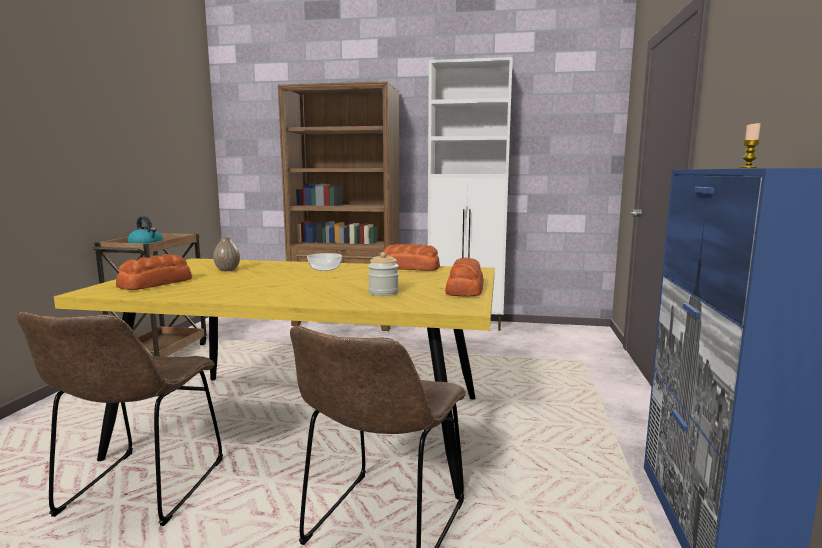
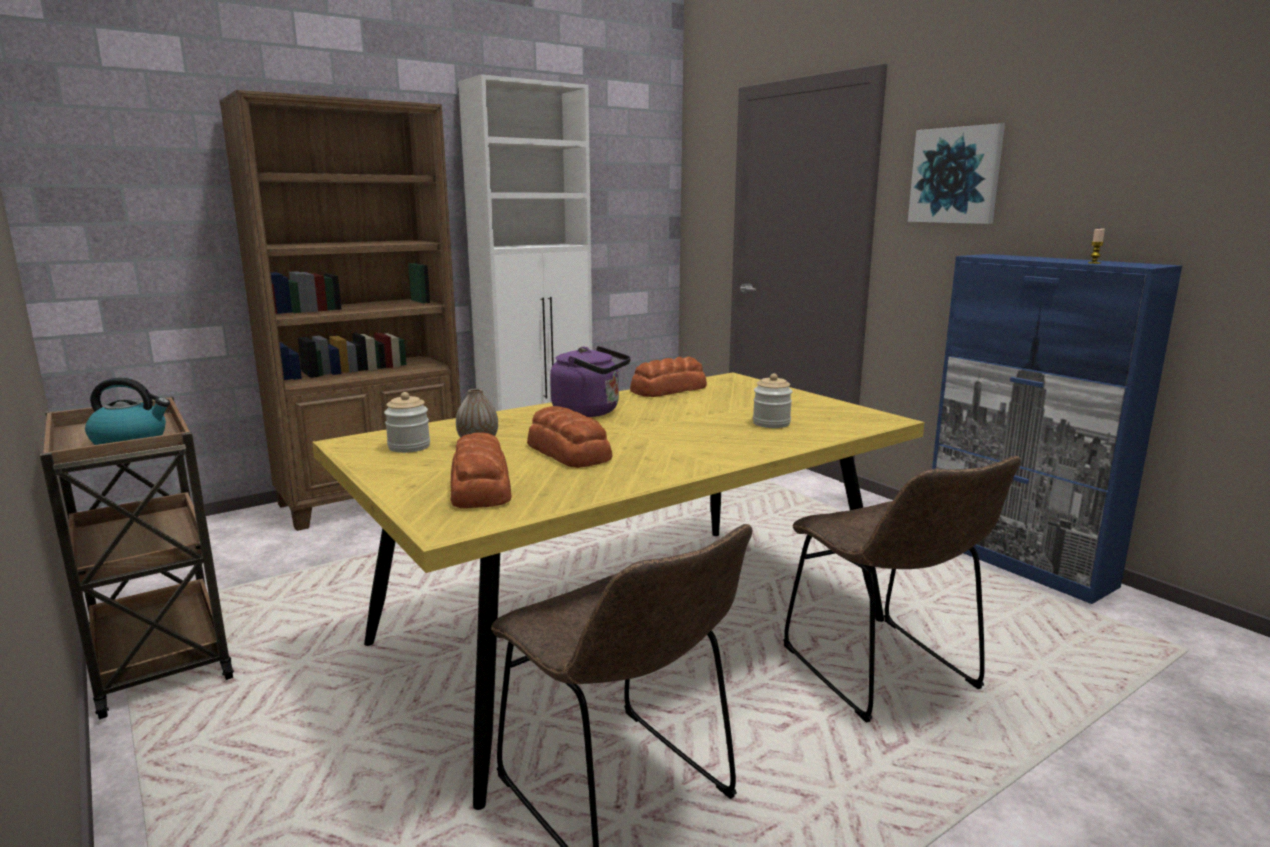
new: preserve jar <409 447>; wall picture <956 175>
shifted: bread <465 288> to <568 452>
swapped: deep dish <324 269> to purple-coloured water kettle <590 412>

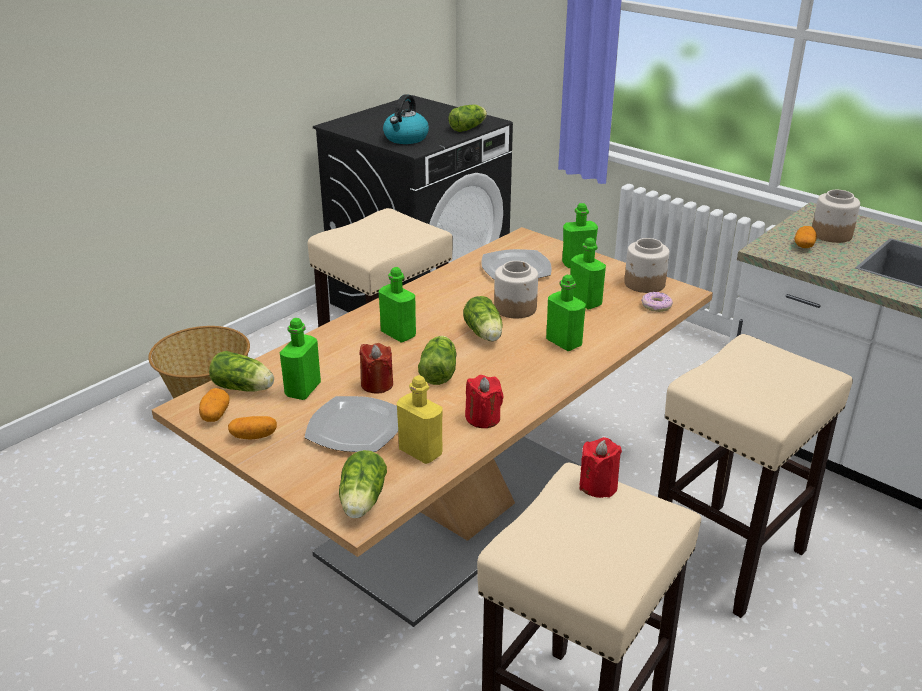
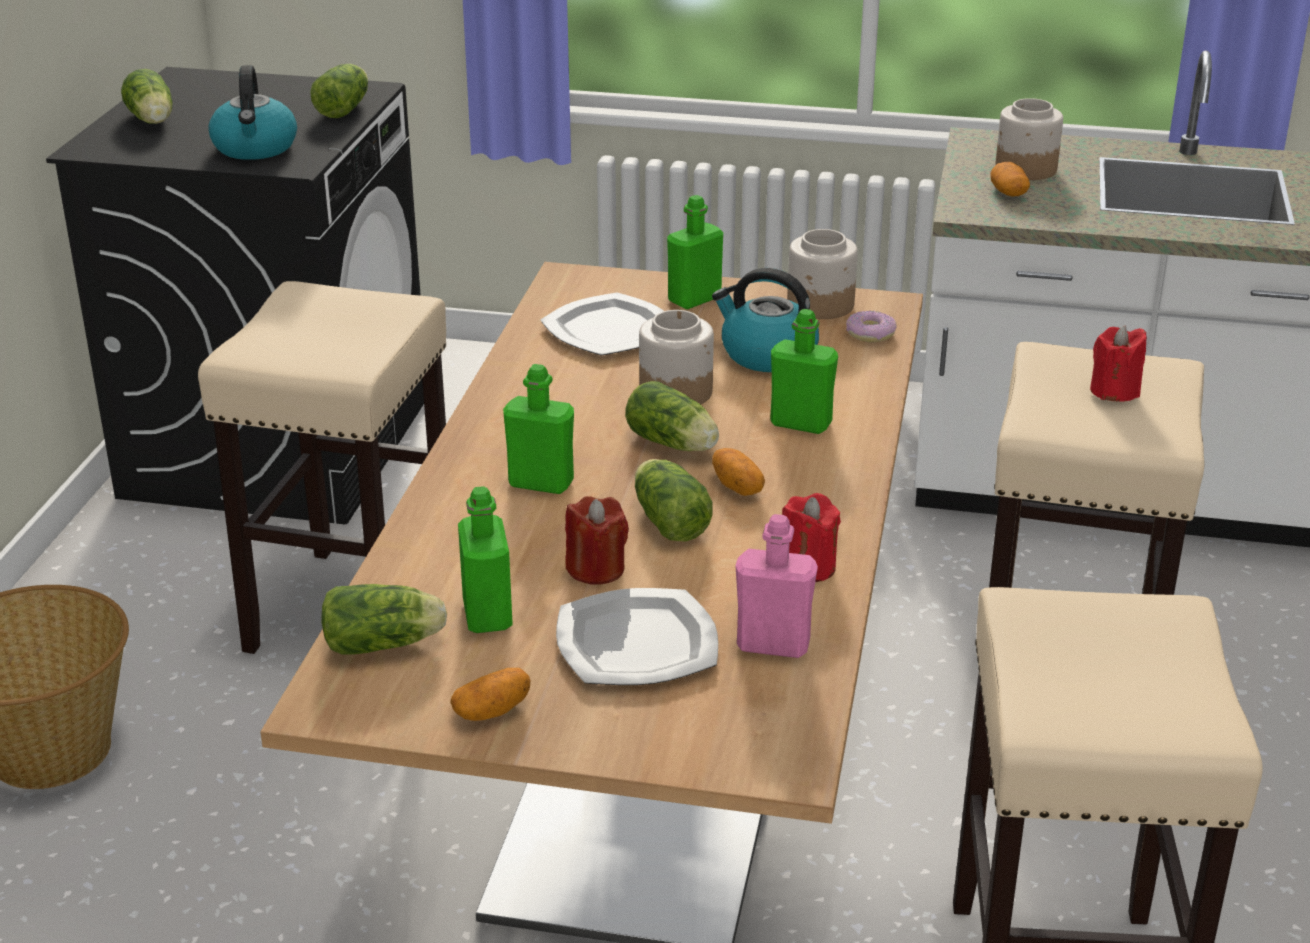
shifted: whole potato <215 414> to <738 487>; head of lettuce <361 502> to <152 121>; red wax light <598 486> to <1114 391>
swapped: greenish drink bottle <585 302> to water kettle <766 354>
repainted: yellowish drink bottle <420 452> to pink-coloured drink bottle <773 644>

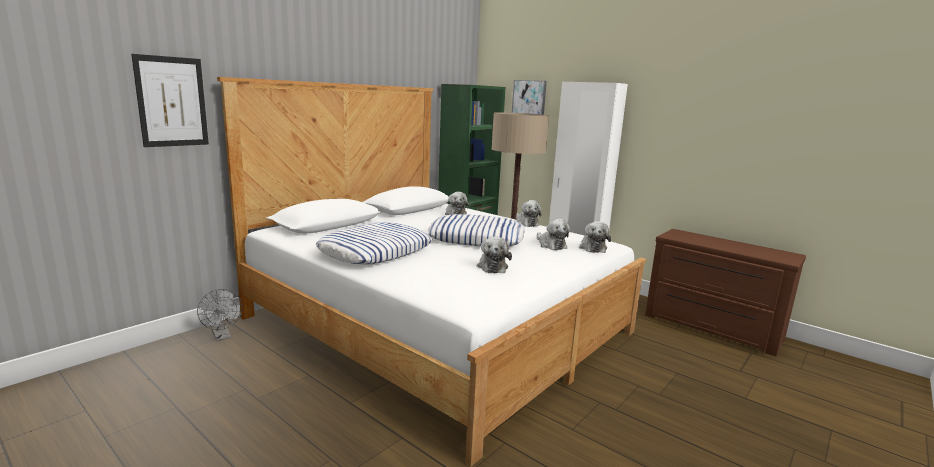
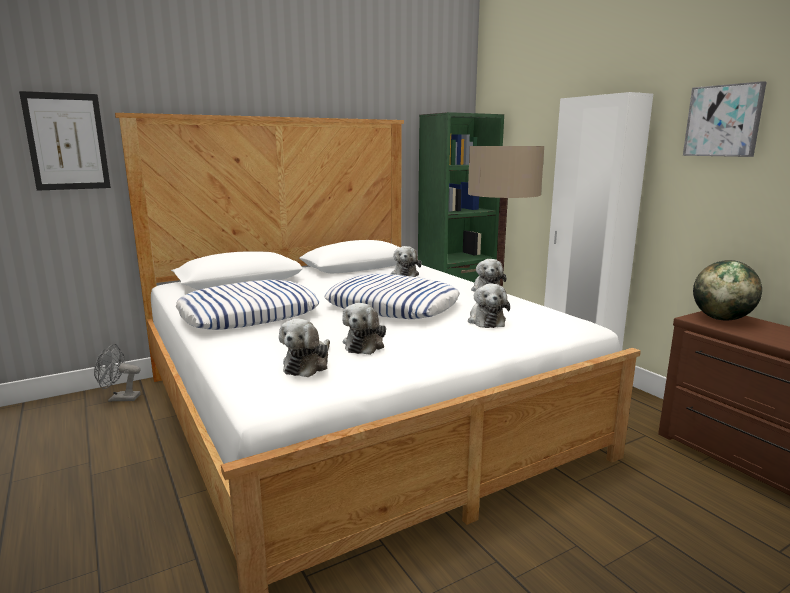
new: world globe <721 319>
shifted: wall picture <529 99> to <723 121>; plush toy <592 248> to <308 364>
rotated: grey electric fan <222 336> = <119 398> 105 degrees clockwise

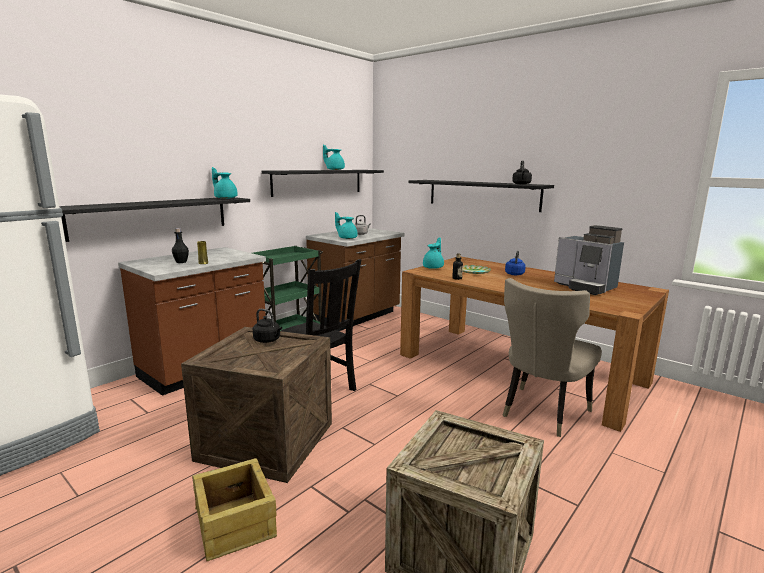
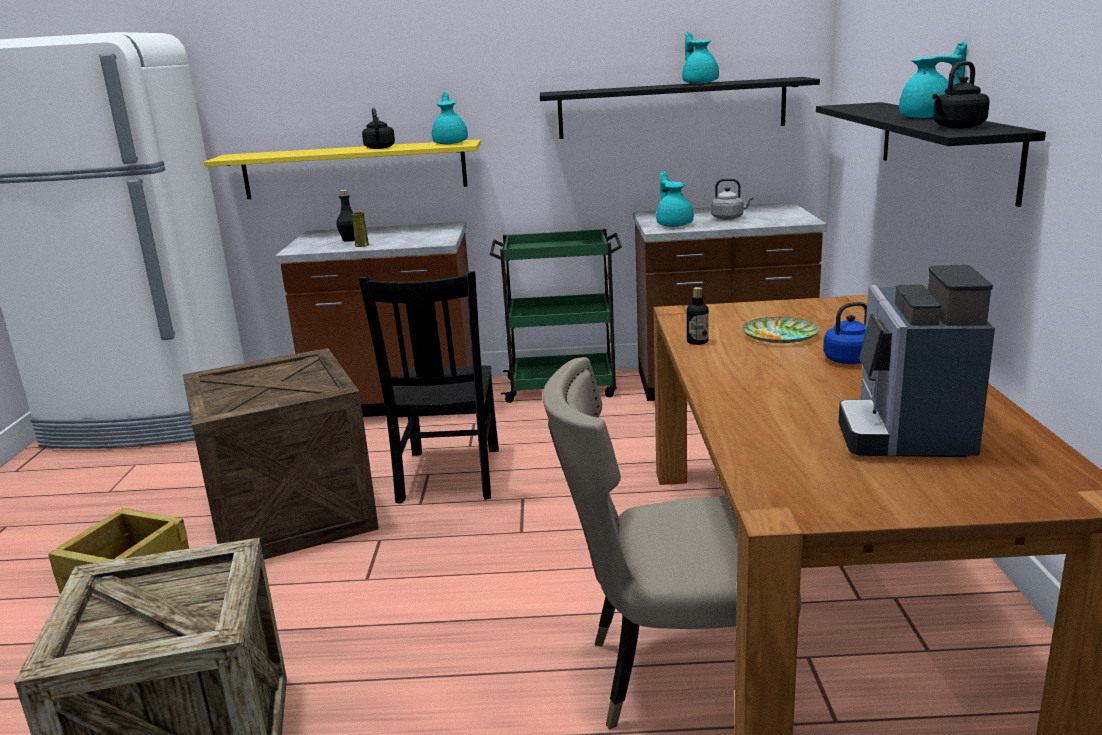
shifted: black-coloured water kettle <268 340> to <379 148>; turquoise-coloured teapot <434 267> to <929 117>
repainted: black-coloured shelf <152 217> to yellowish shelf <354 170>

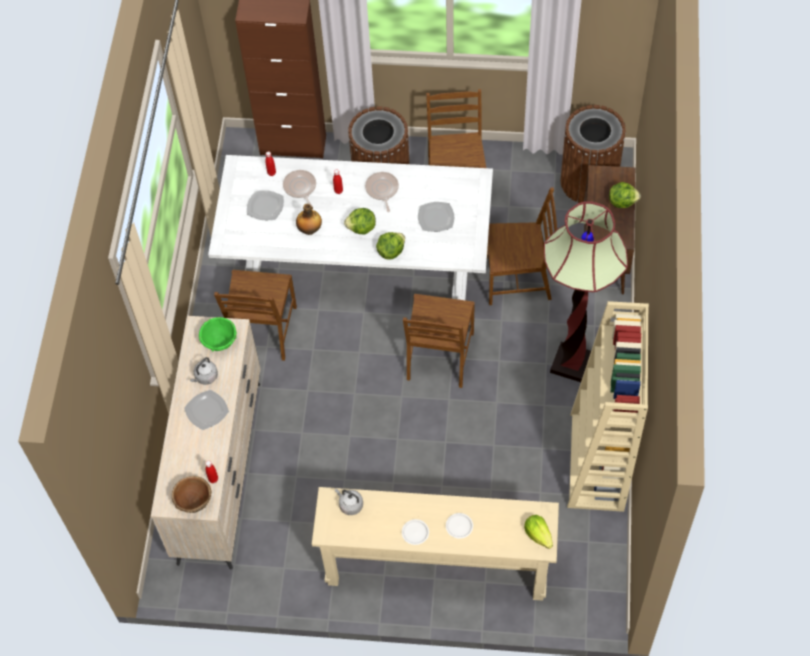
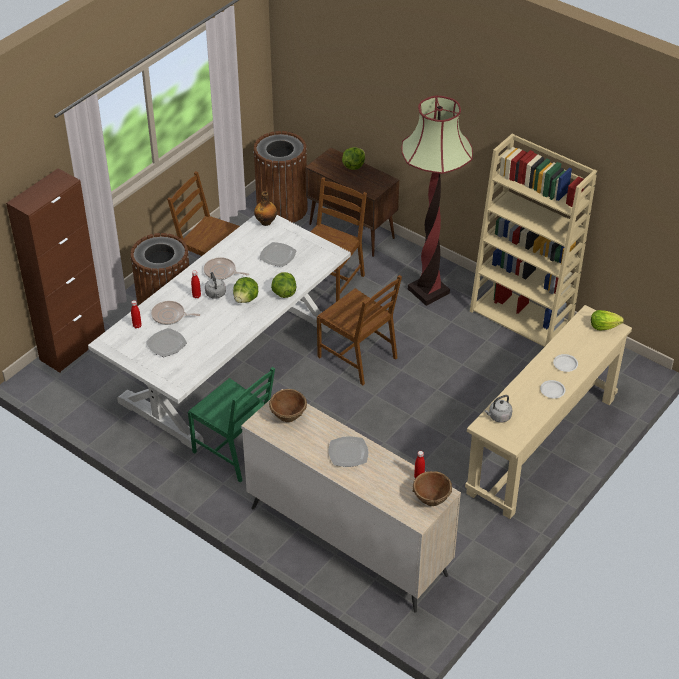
shifted: grey water kettle <205 377> to <216 294>; drink bottle <310 230> to <266 222>
repainted: greenish deep dish <220 343> to brownish deep dish <288 416>; brownish plain chair <263 331> to greenish plain chair <236 450>

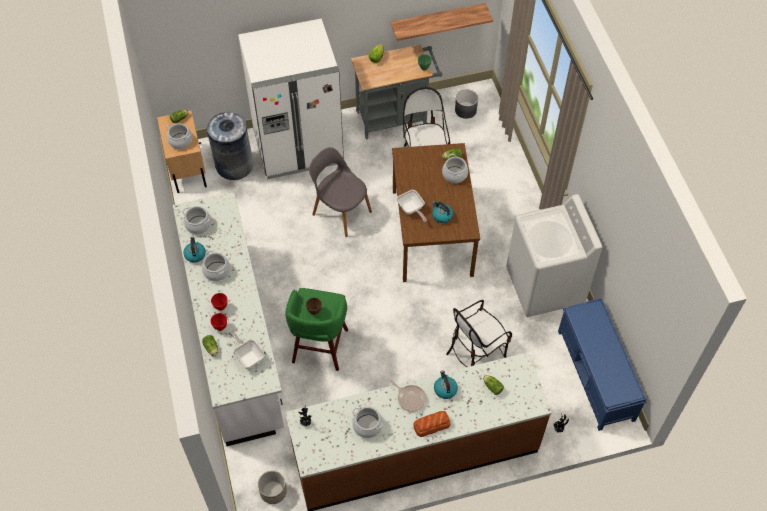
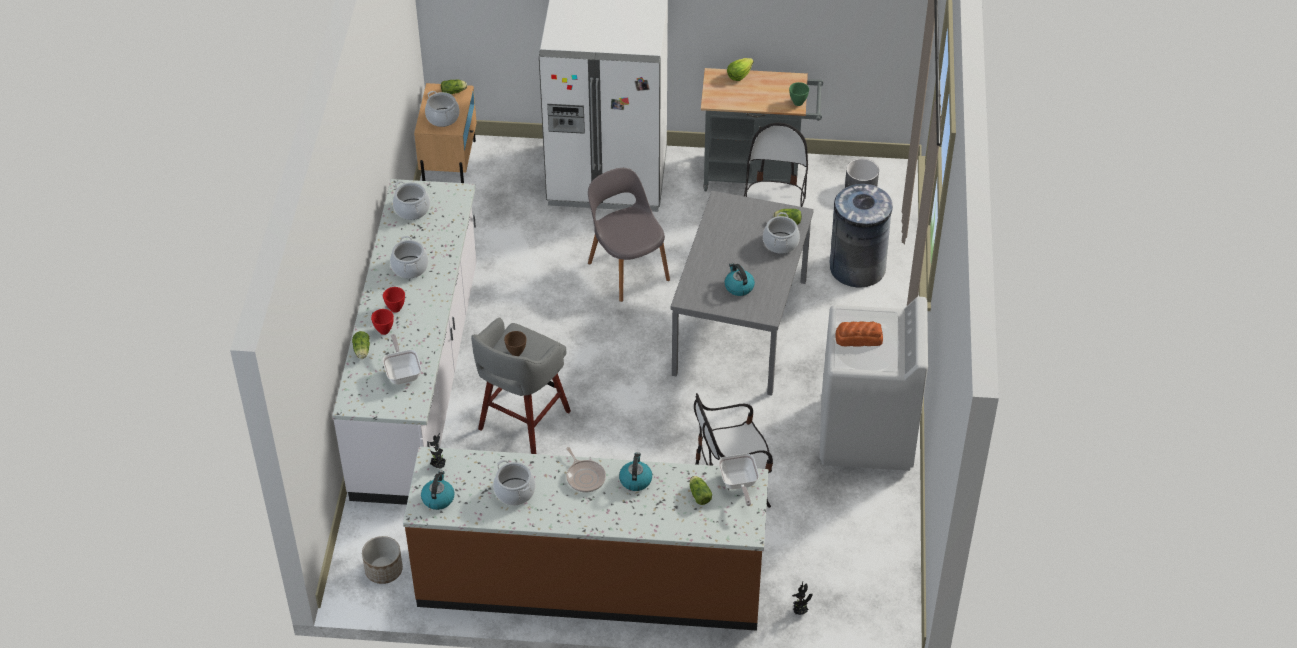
gone: shelf <437 20>; blue long seat <596 375>
shifted: water kettle <195 254> to <438 498>; grey waste bin <234 165> to <857 268>; skillet <411 210> to <738 484>; bread <431 425> to <858 338>
repainted: greenish sitting stool <319 348> to grey sitting stool <522 422>; brownish dinner table <431 232> to grey dinner table <739 326>

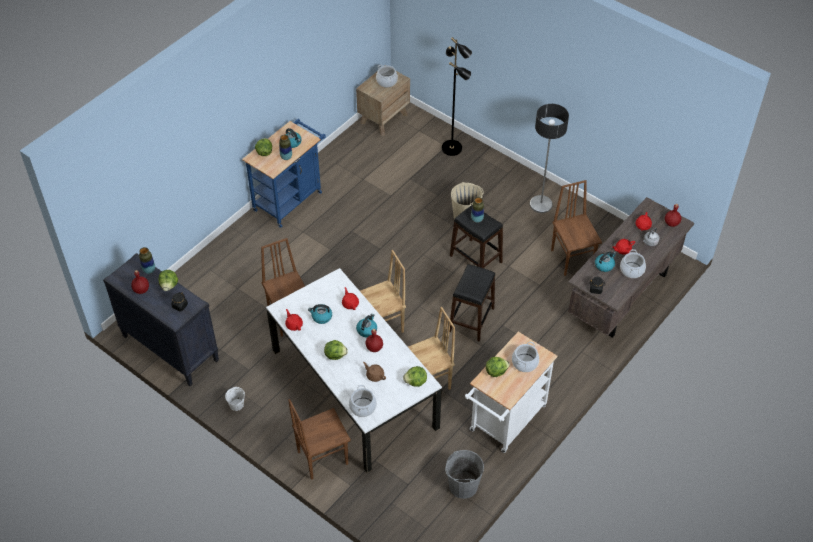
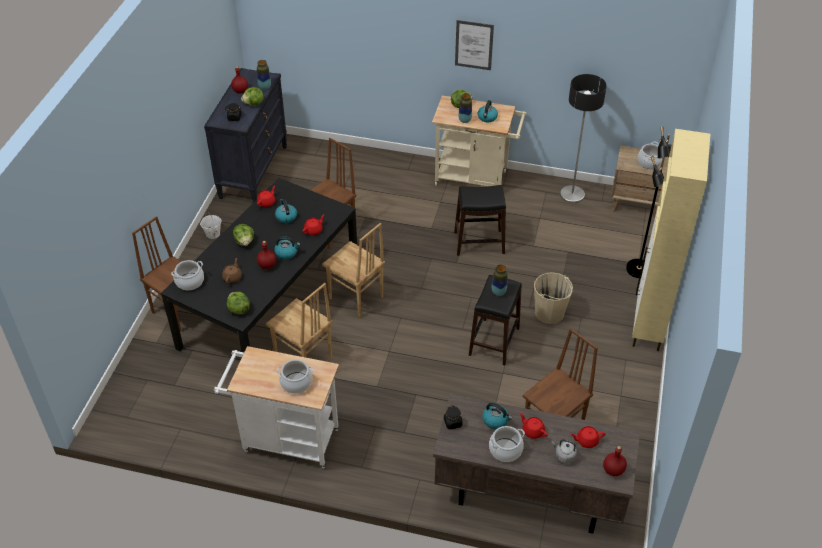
gone: grey bucket <463 485>; head of lettuce <496 371>
new: wall picture <474 45>; beige-coloured storage cabinet <647 326>
shifted: black-coloured sitting stool <472 319> to <479 243>; floor lamp <541 204> to <572 194>
repainted: blue wheeled cart <290 198> to beige-coloured wheeled cart <476 179>; whitish dinner table <353 388> to black-coloured dinner table <270 304>

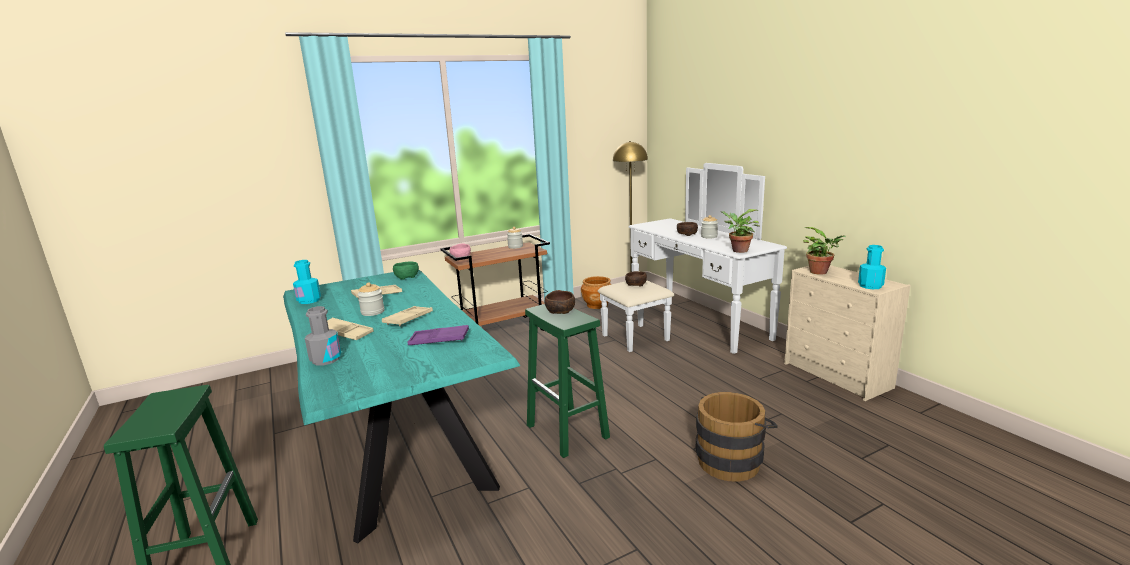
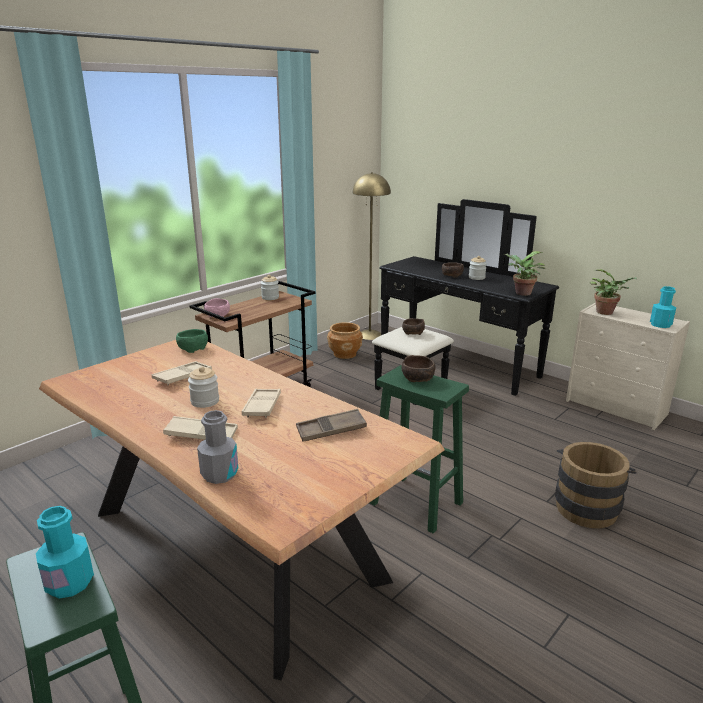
shifted: turquoise-coloured drink bottle <309 300> to <69 583>
repainted: turquoise-coloured dinner table <398 439> to brownish dinner table <235 545>; purple-coloured carrying tray <439 340> to brownish carrying tray <331 430>; whitish drawer chest <684 324> to black-coloured drawer chest <448 368>

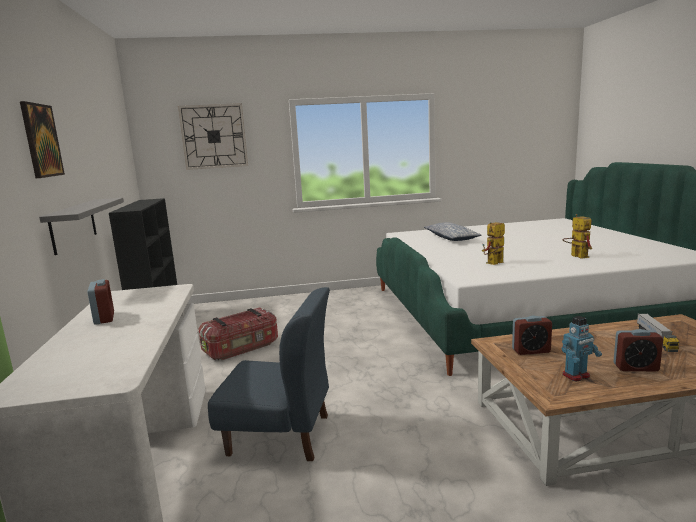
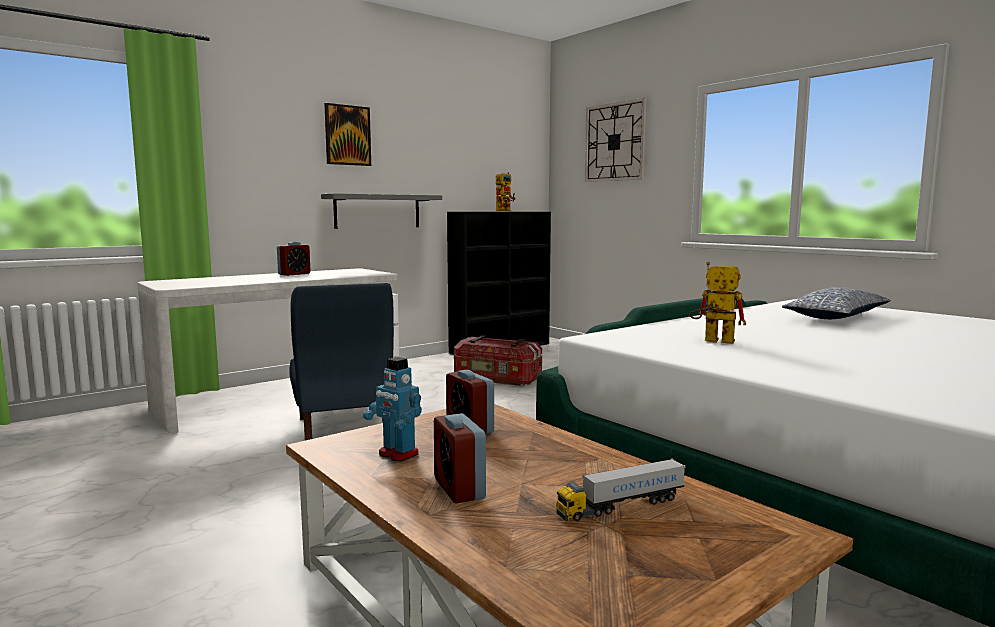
shifted: model robot <575 256> to <504 211>

